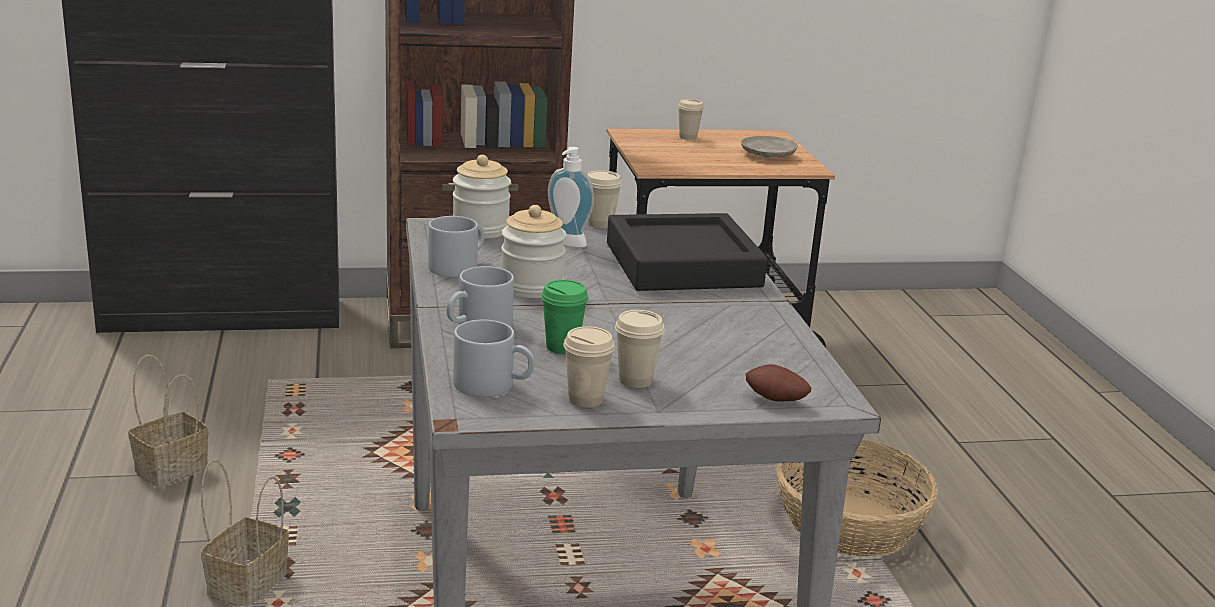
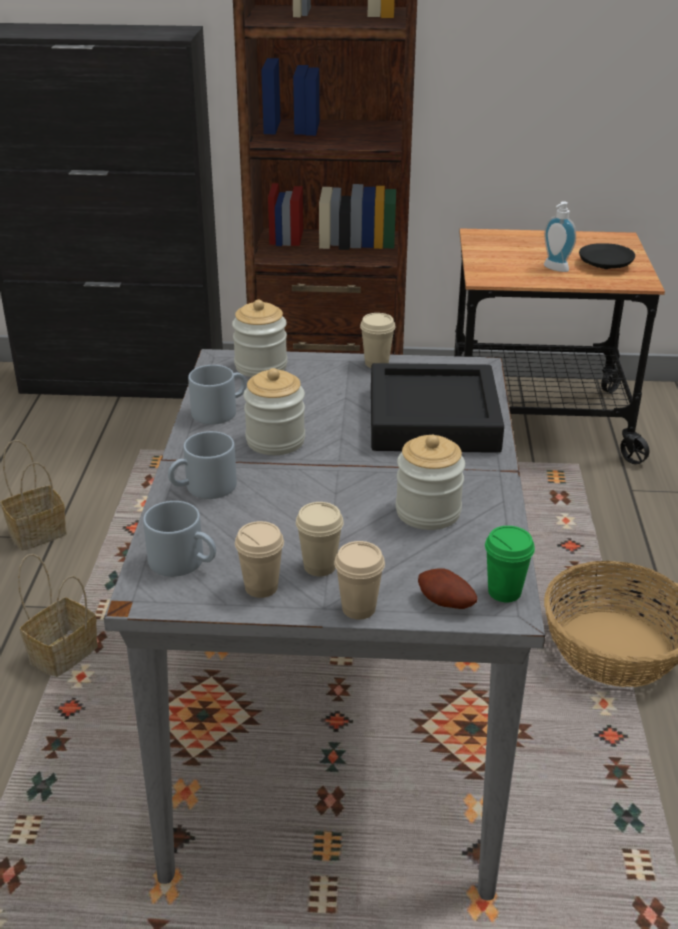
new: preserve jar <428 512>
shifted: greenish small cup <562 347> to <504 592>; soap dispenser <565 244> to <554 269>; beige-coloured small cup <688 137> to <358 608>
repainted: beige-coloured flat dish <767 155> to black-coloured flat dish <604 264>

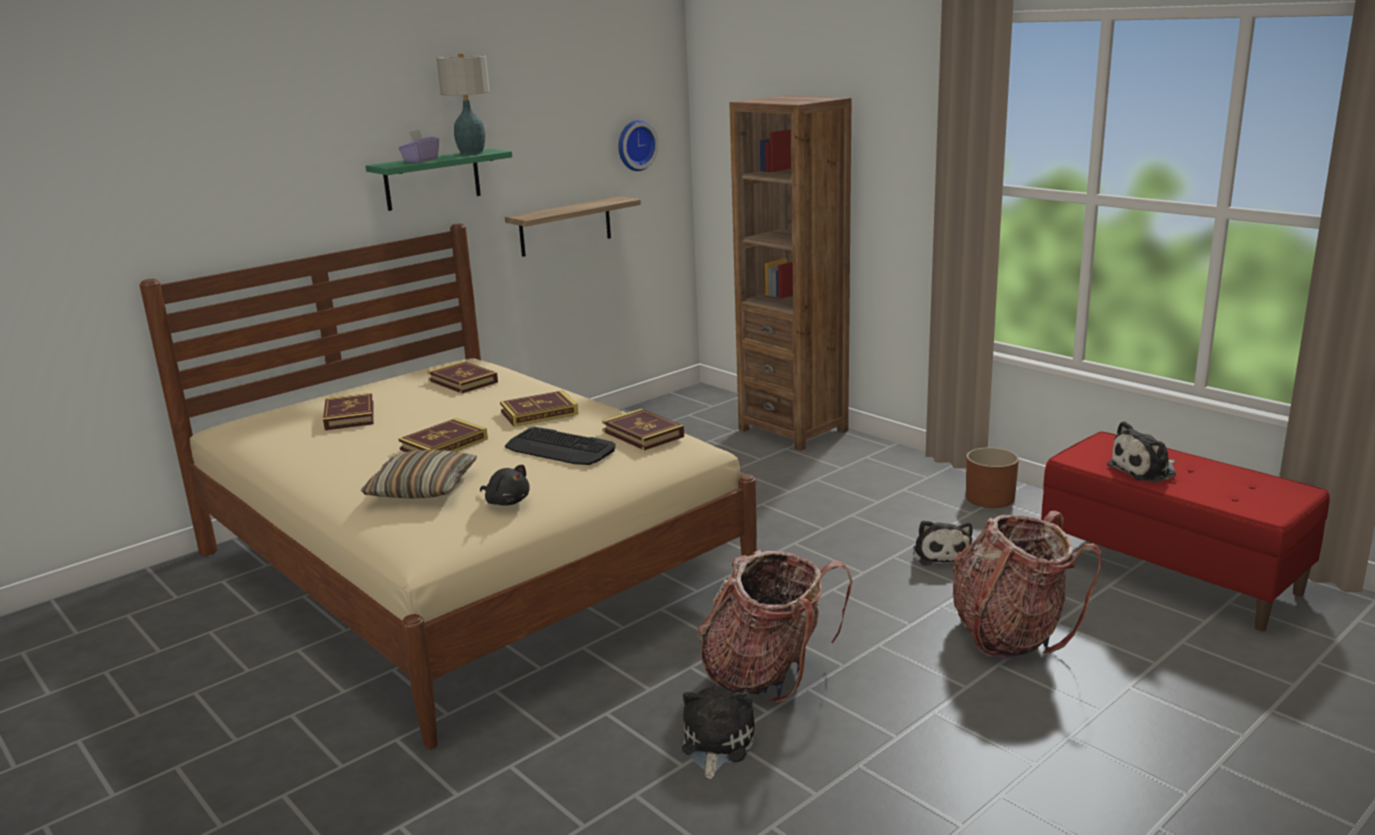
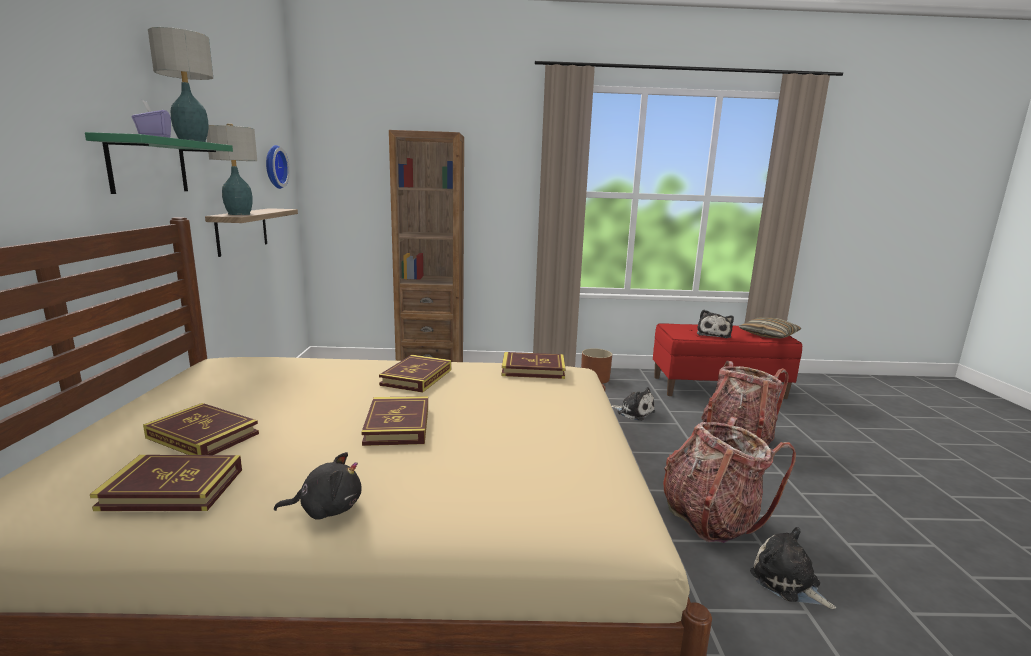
gone: PC keyboard <560 448>
new: lamp for a table <239 214>
shifted: cushion <422 488> to <768 335>; book <463 381> to <172 489>; black-coloured plush toy <506 502> to <327 509>

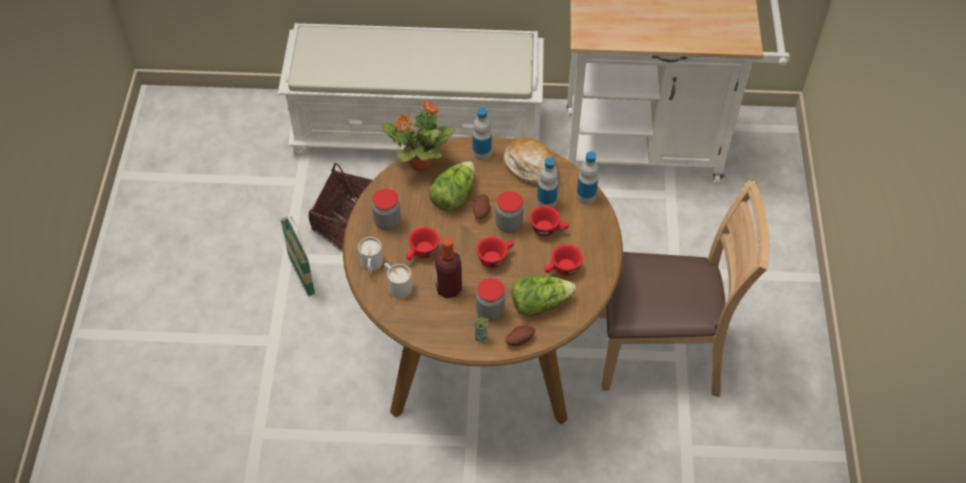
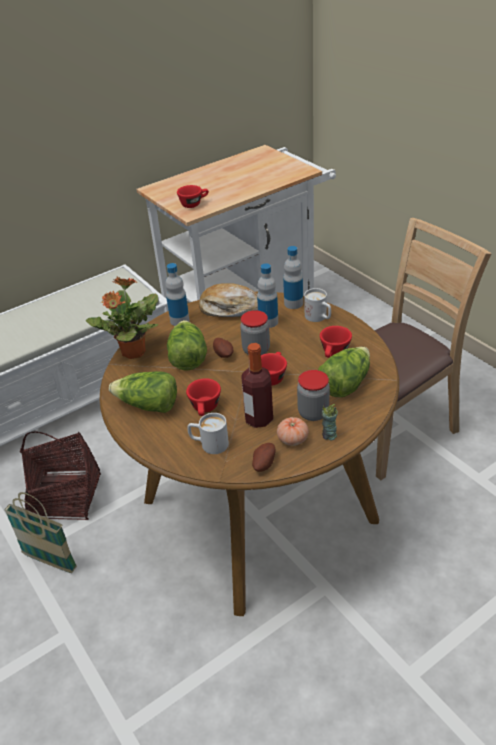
new: tomato <292 439>
shifted: whitish tea mug <371 266> to <319 318>; whole potato <519 340> to <263 464>; red small cup <548 229> to <194 204>
swapped: preserve jar <387 222> to head of lettuce <148 405>

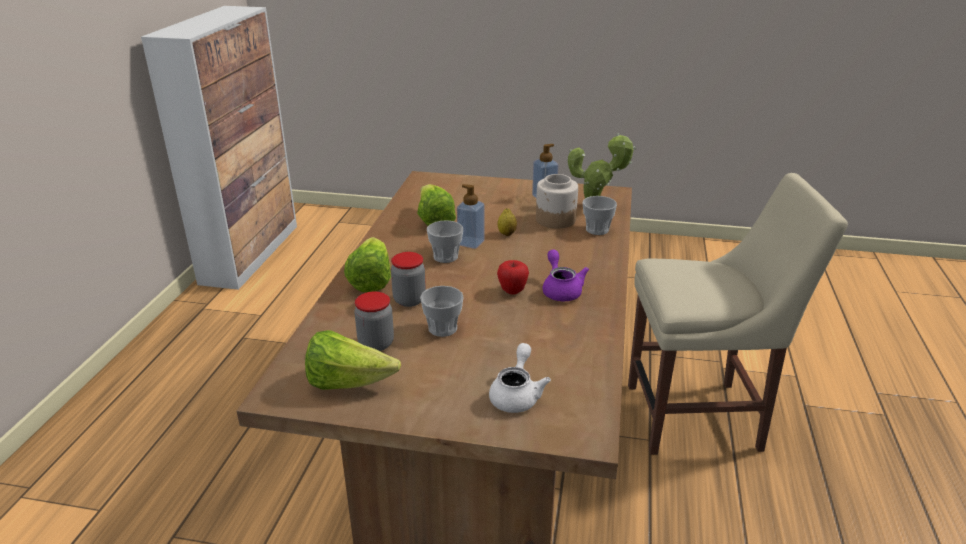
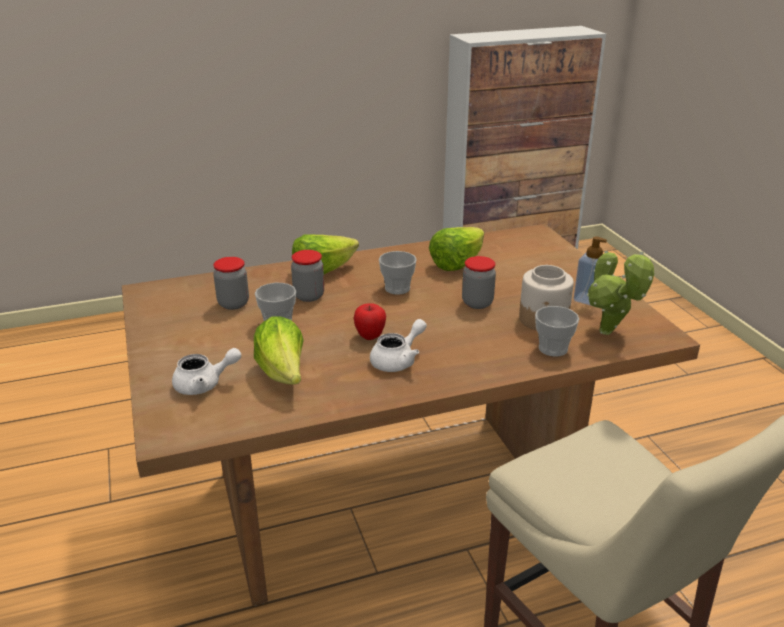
gone: soap dispenser <471 243>
shifted: head of lettuce <348 383> to <283 374>
swapped: lemon <507 234> to preserve jar <477 303>
repainted: purple-coloured teapot <561 290> to whitish teapot <398 360>

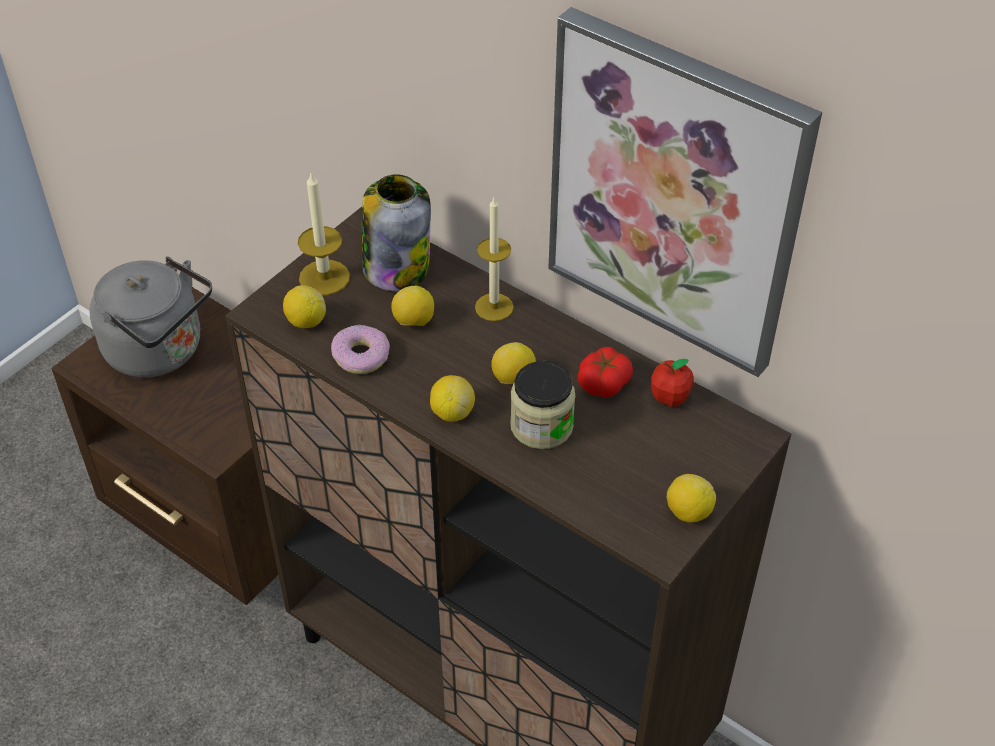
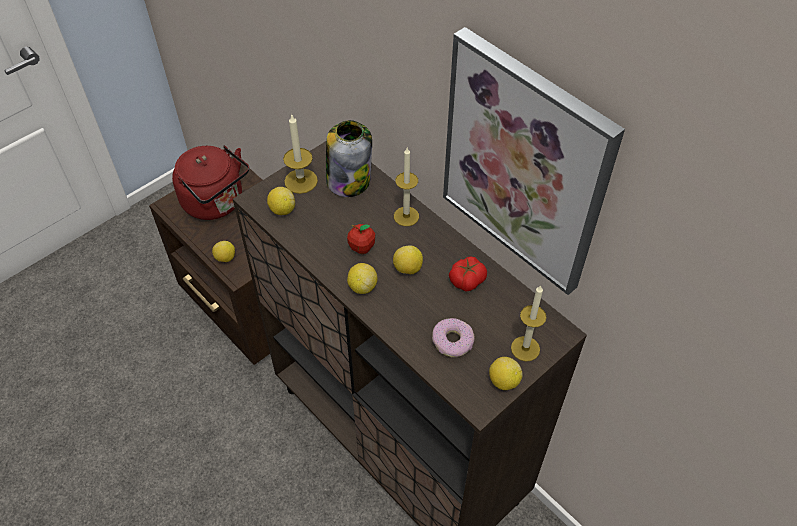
gone: preserve jar <541 426>
new: wax light <525 348>
shifted: donut <361 356> to <452 341>; lemon <413 321> to <225 258>; apple fruit <669 397> to <361 248>
repainted: grey water kettle <160 351> to red water kettle <216 203>

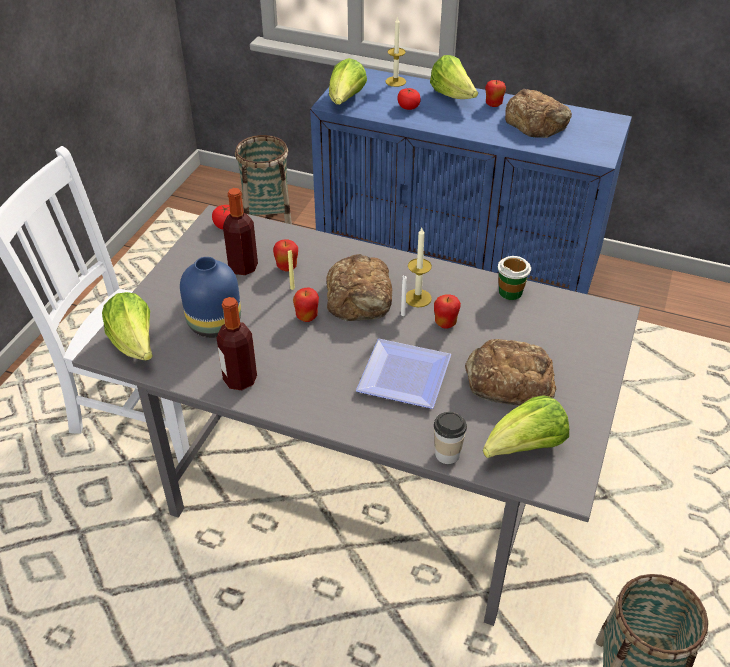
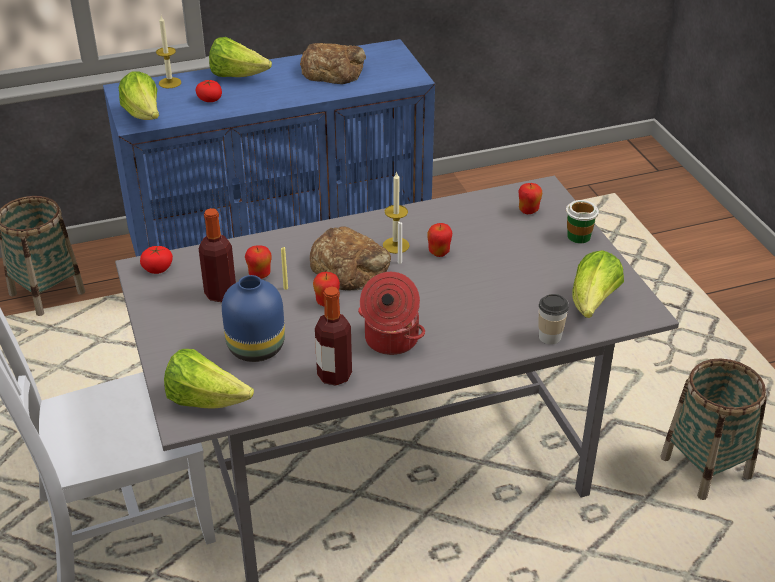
gone: flat dish <402 374>; bread <508 380>
new: cooking pot <390 340>
shifted: apple fruit <493 104> to <528 211>; small cup <510 292> to <578 236>

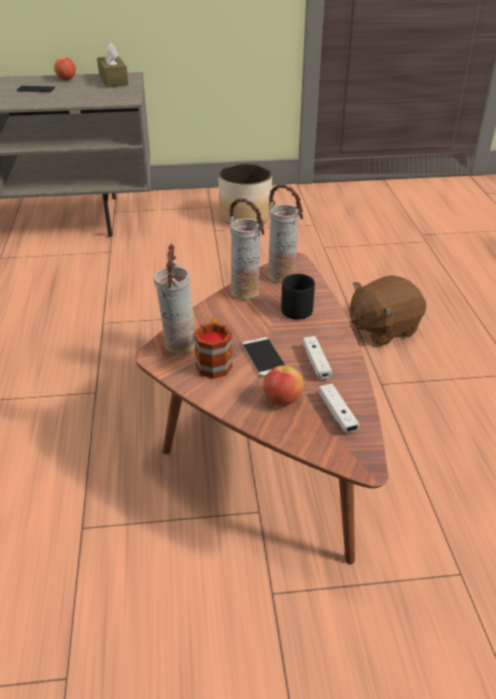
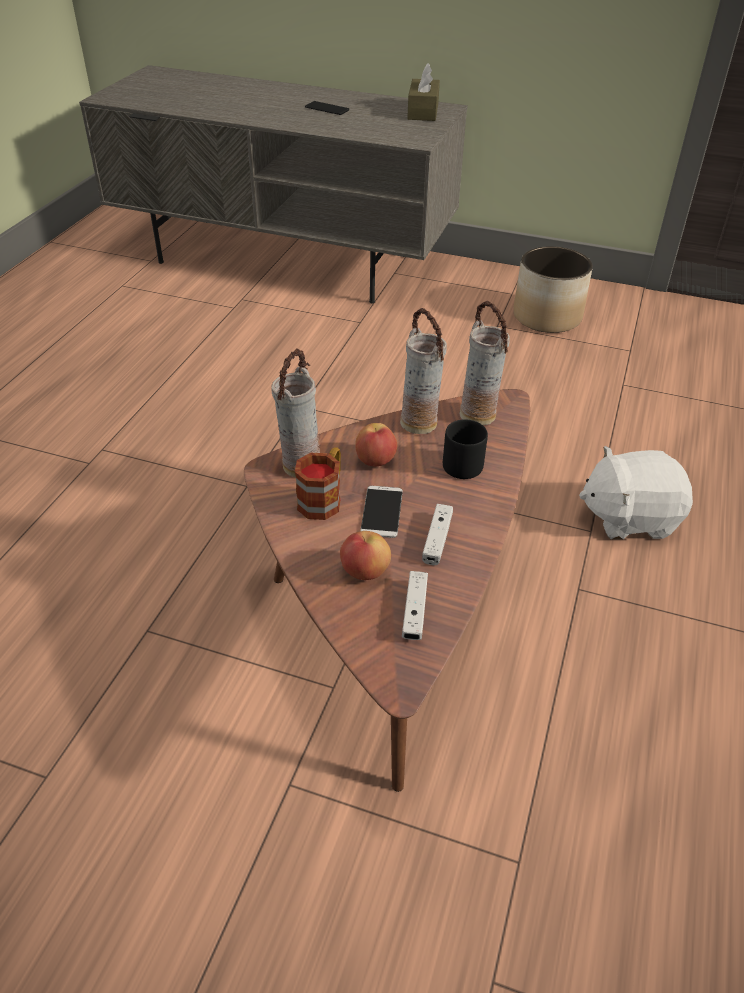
shifted: apple fruit <66 79> to <375 460>
repainted: brownish plush toy <382 328> to whitish plush toy <629 517>

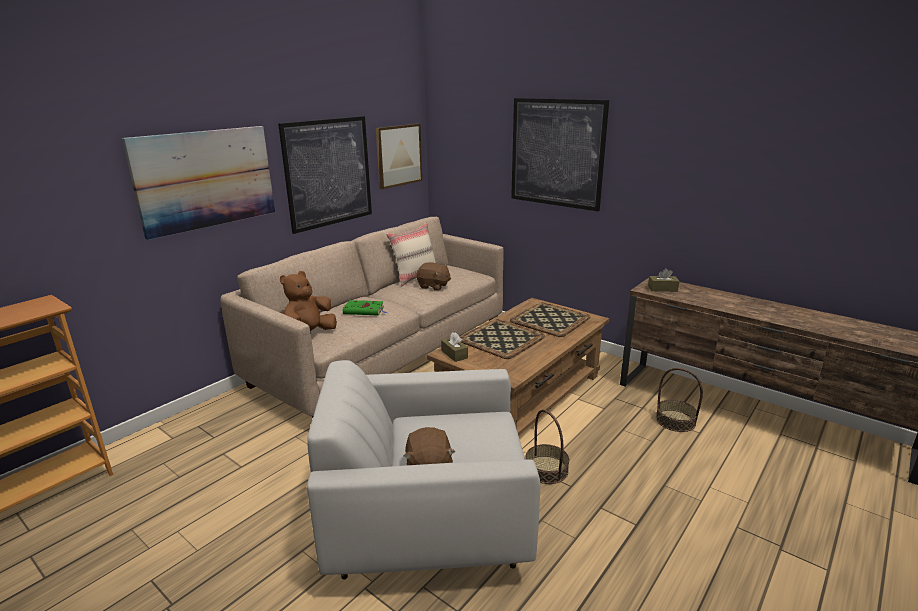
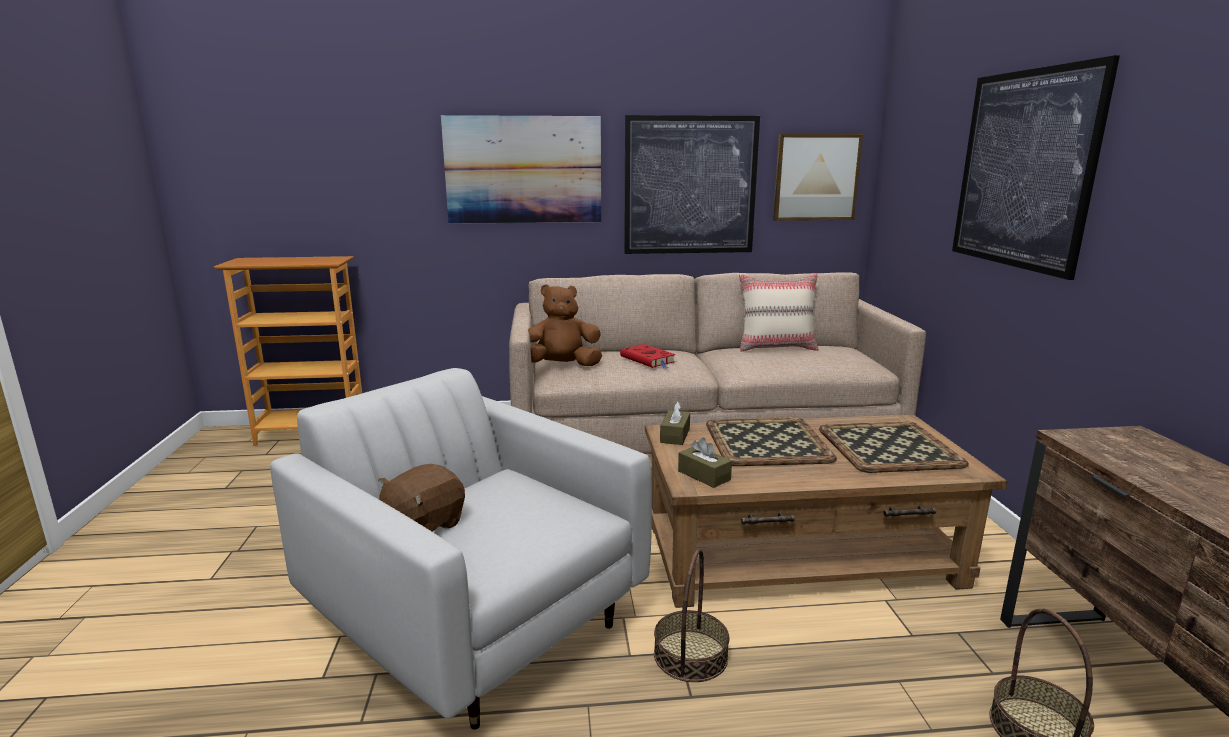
gone: brownish plush toy <433 286>
shifted: brownish tissue holder <662 289> to <704 475>
repainted: greenish book <365 310> to red book <648 360>

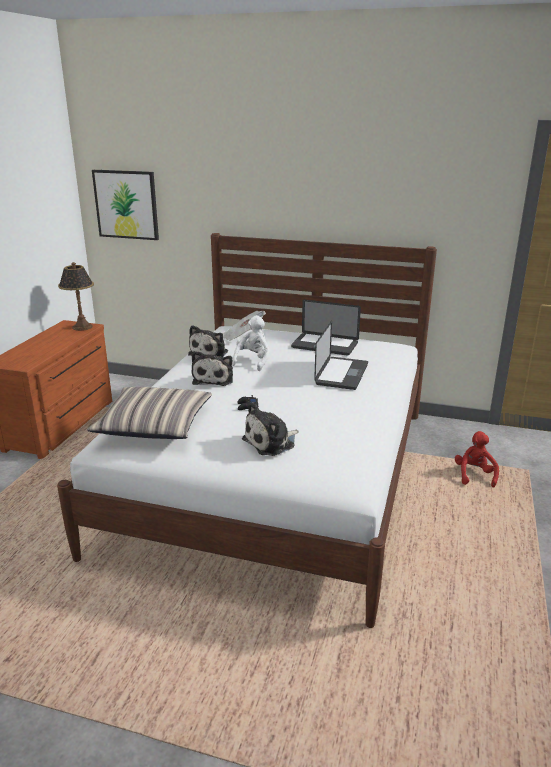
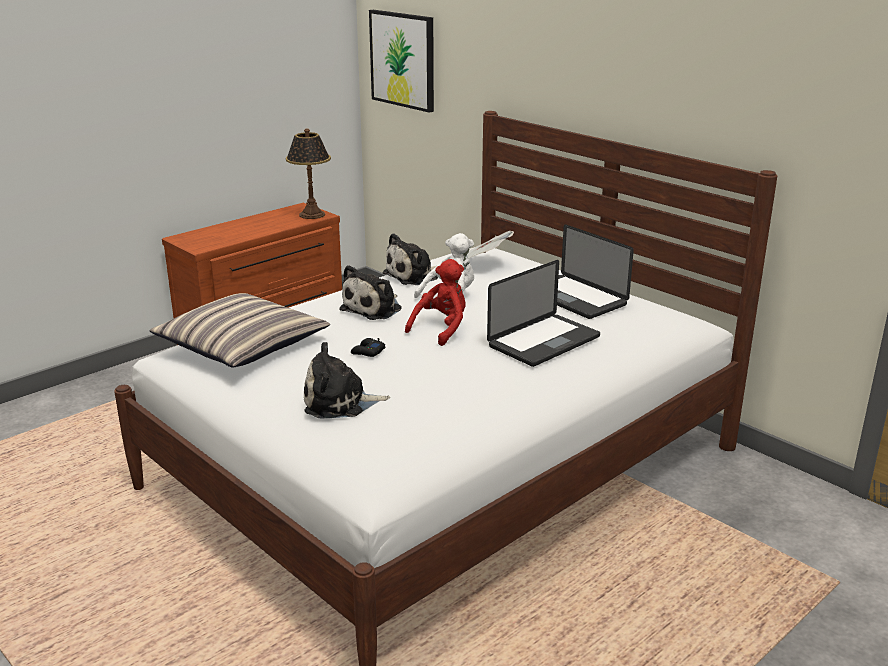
shifted: red plush toy <474 475> to <441 329>

